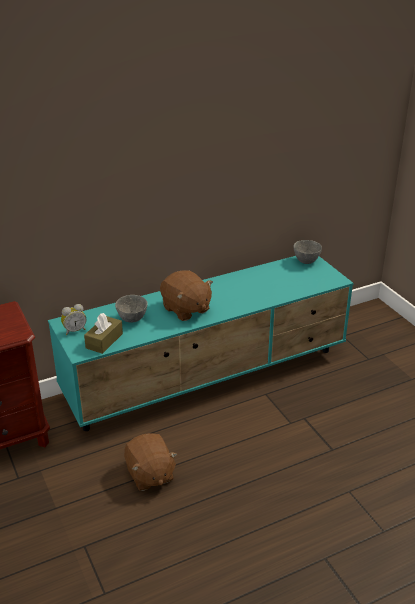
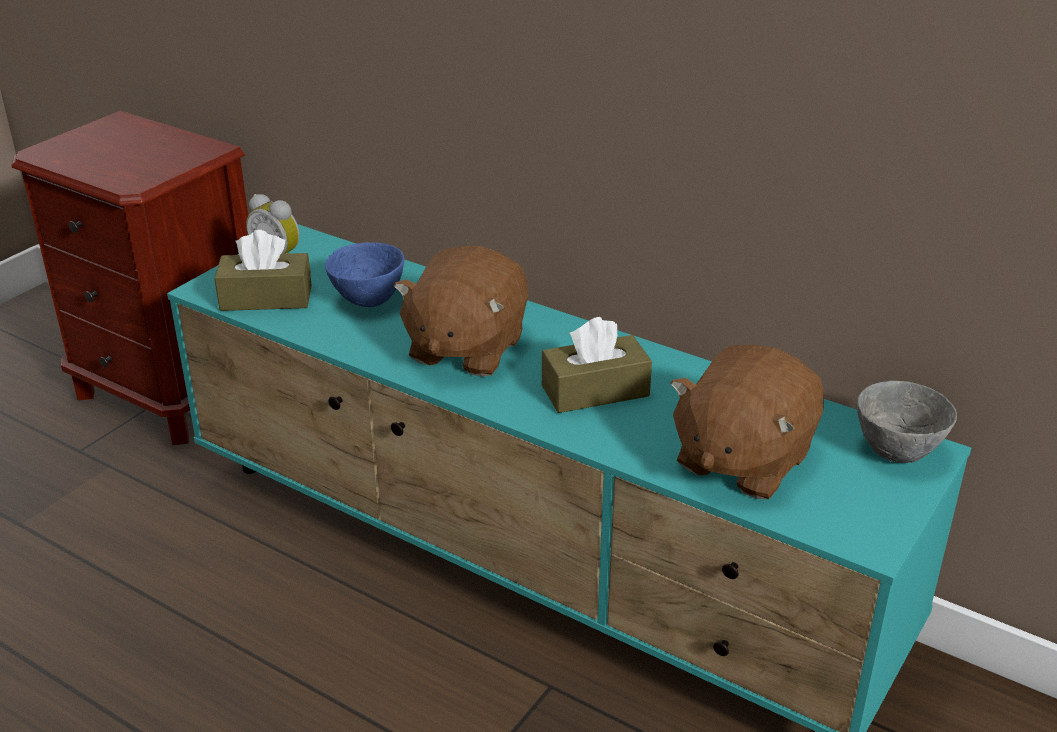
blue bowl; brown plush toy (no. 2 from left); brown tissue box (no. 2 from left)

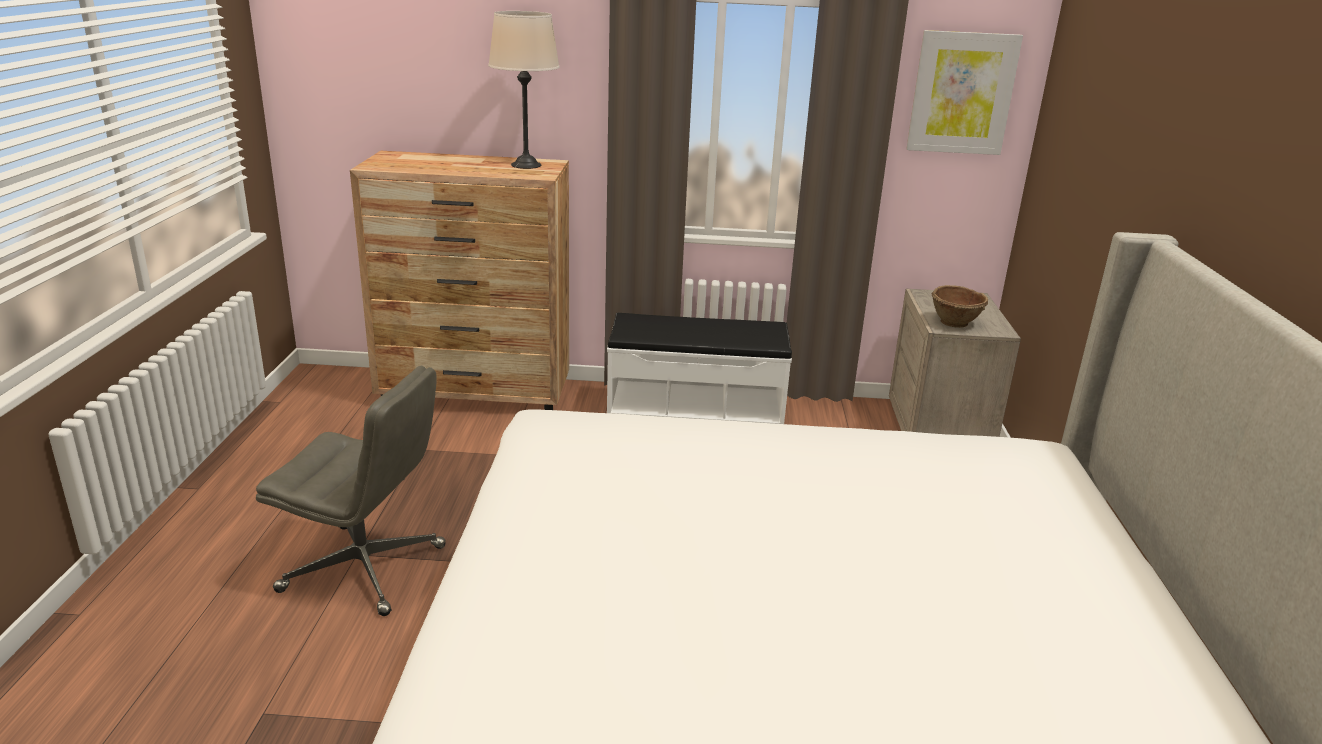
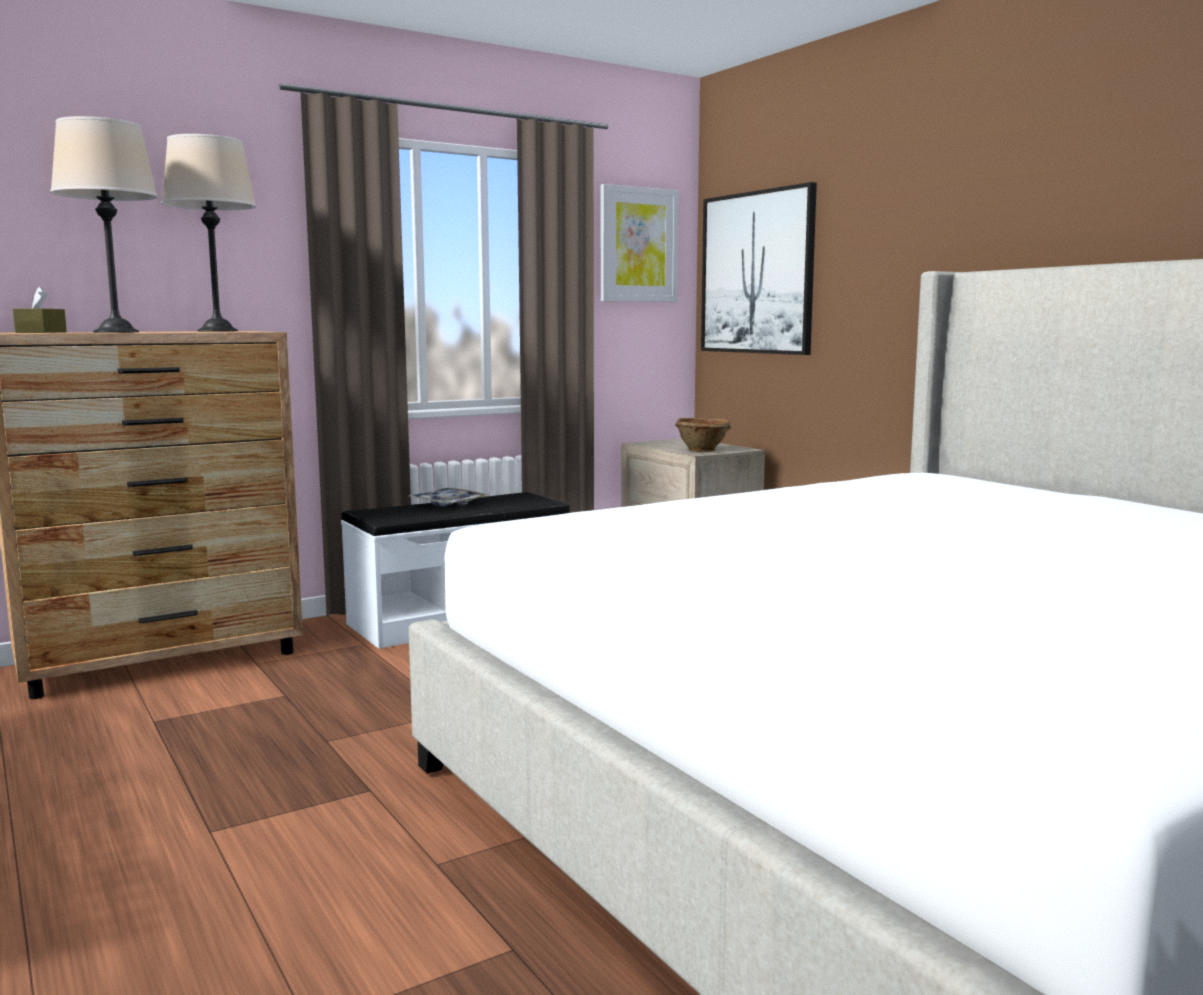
grey office chair; beige table lamp (no. 1 from left); picture (no. 2 from left); brown tissue box; tray

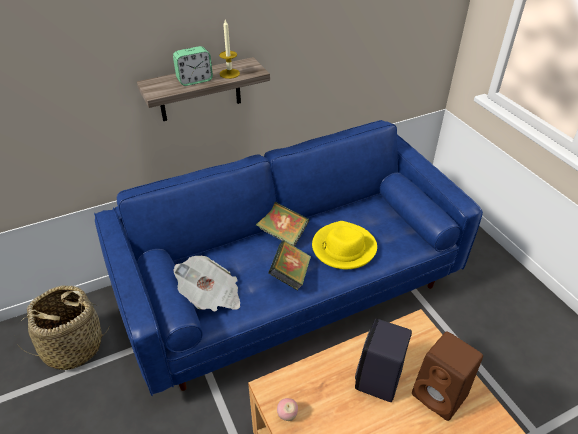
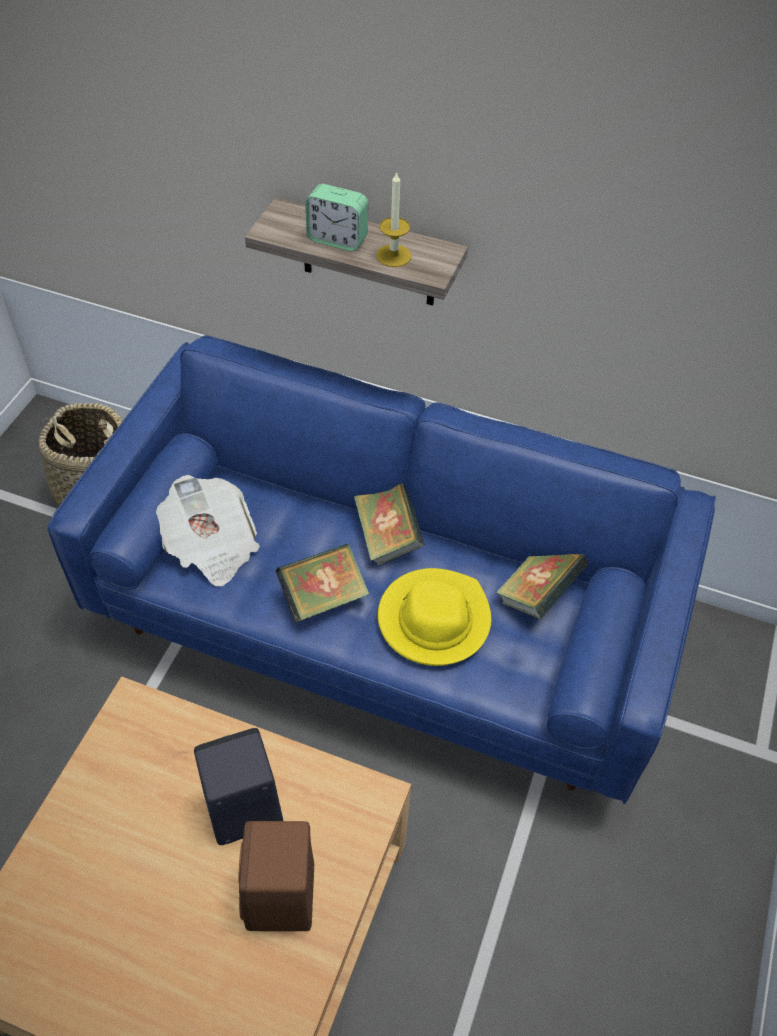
apple; book (no. 3 from left)

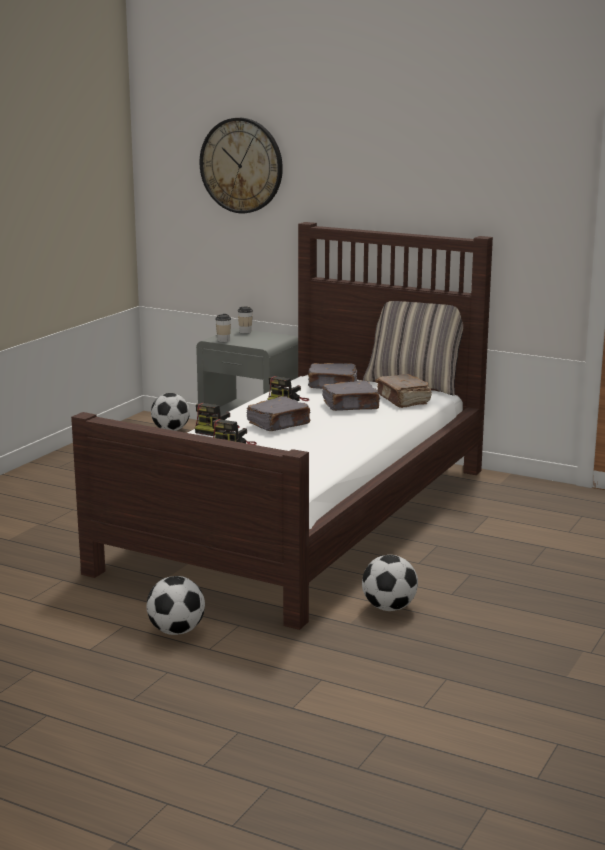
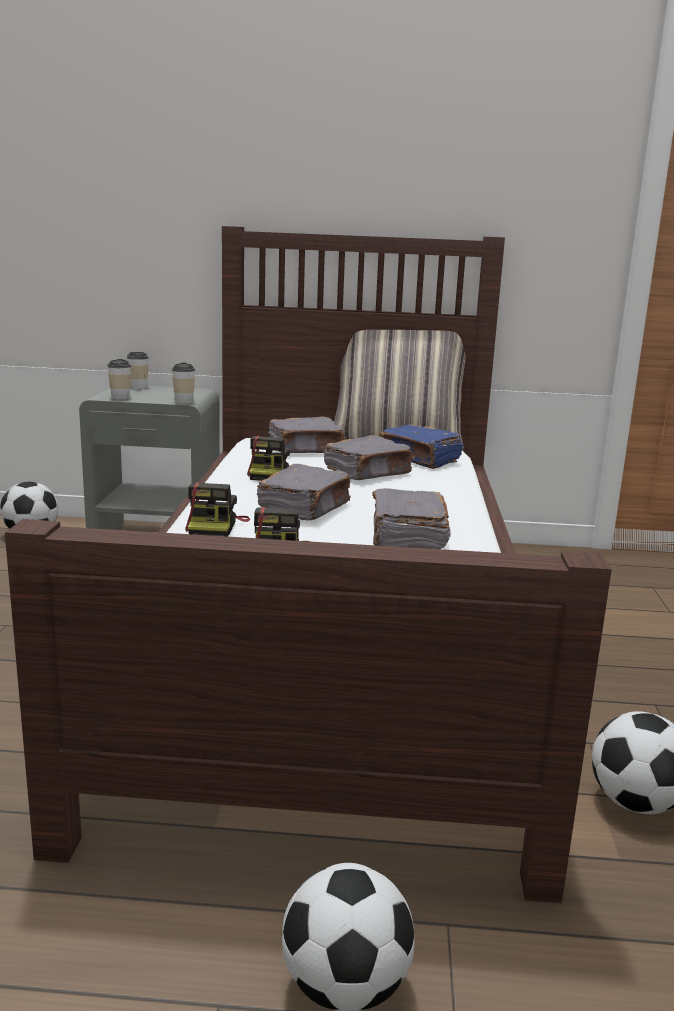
wall clock; blue book; cup (no. 3 from left); grey book (no. 4 from left)

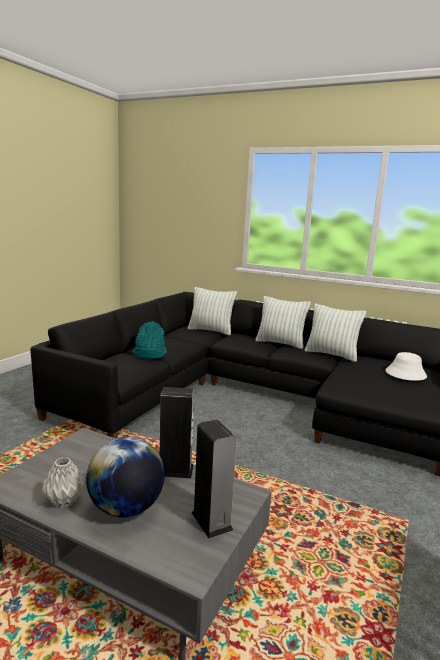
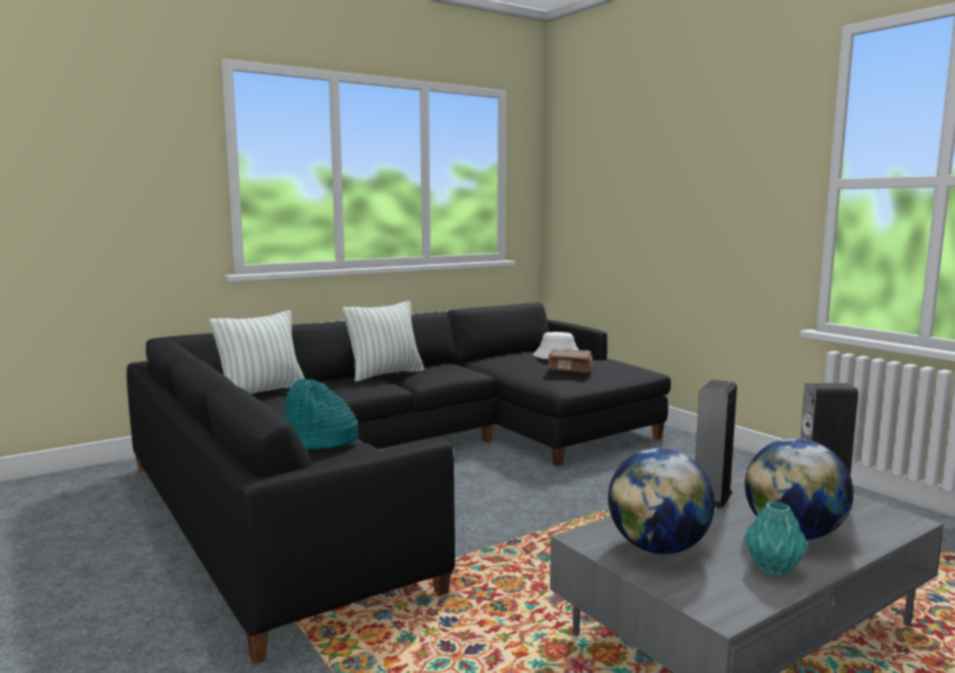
pillow (no. 3 from left in the first image); turquoise vase; brown book; globe (no. 1 from left)

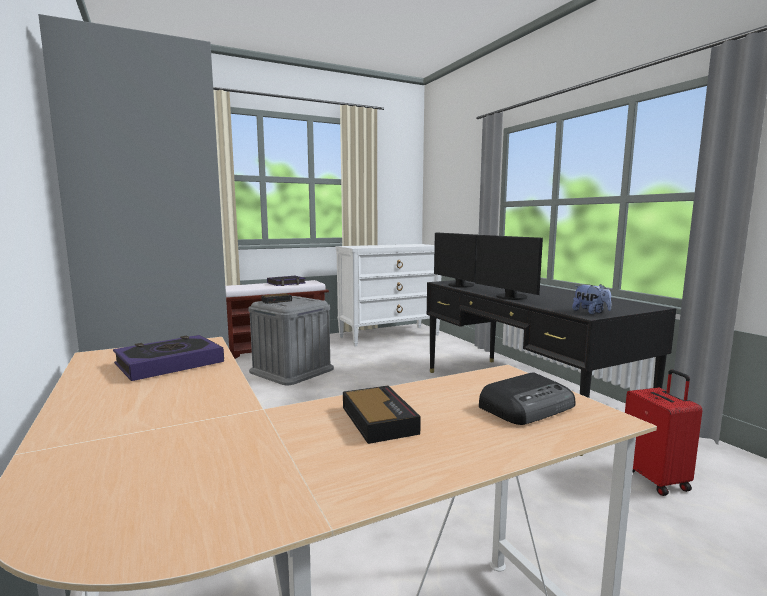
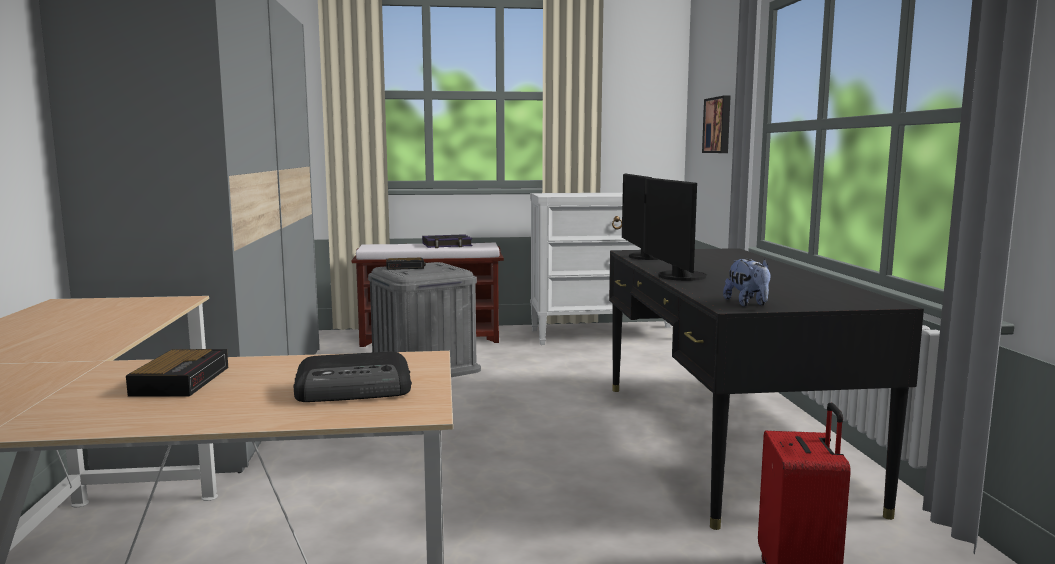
book (no. 1 from left in the first image); picture

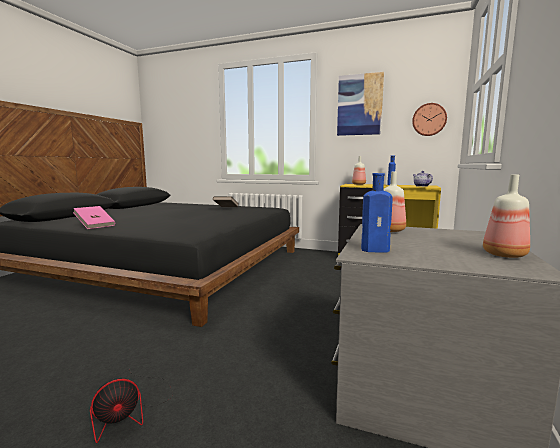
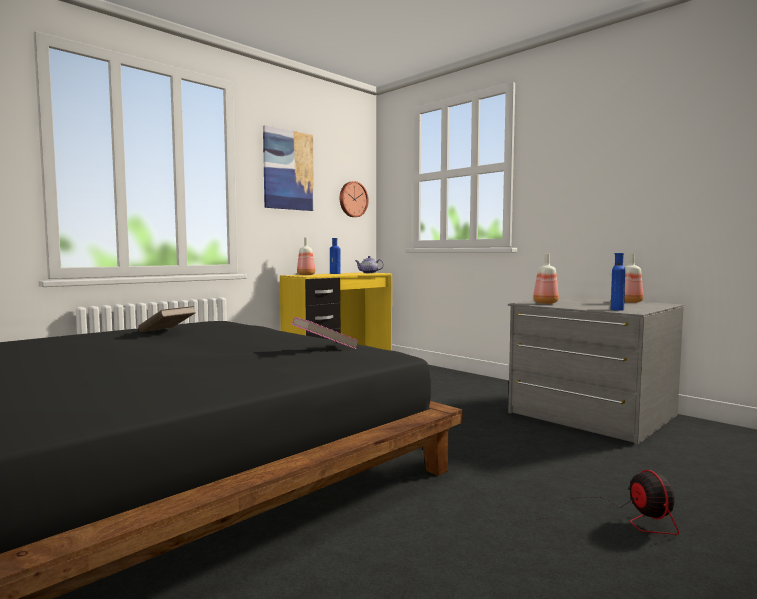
pink book

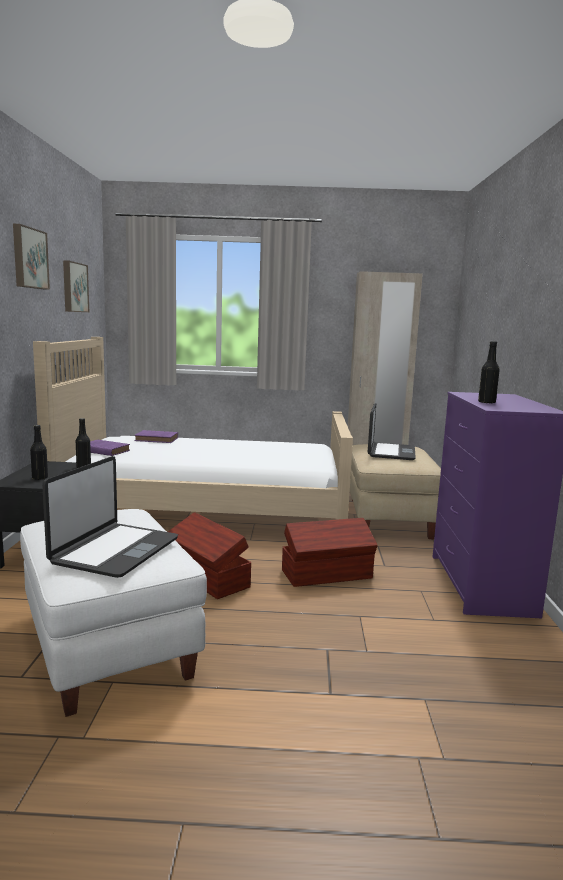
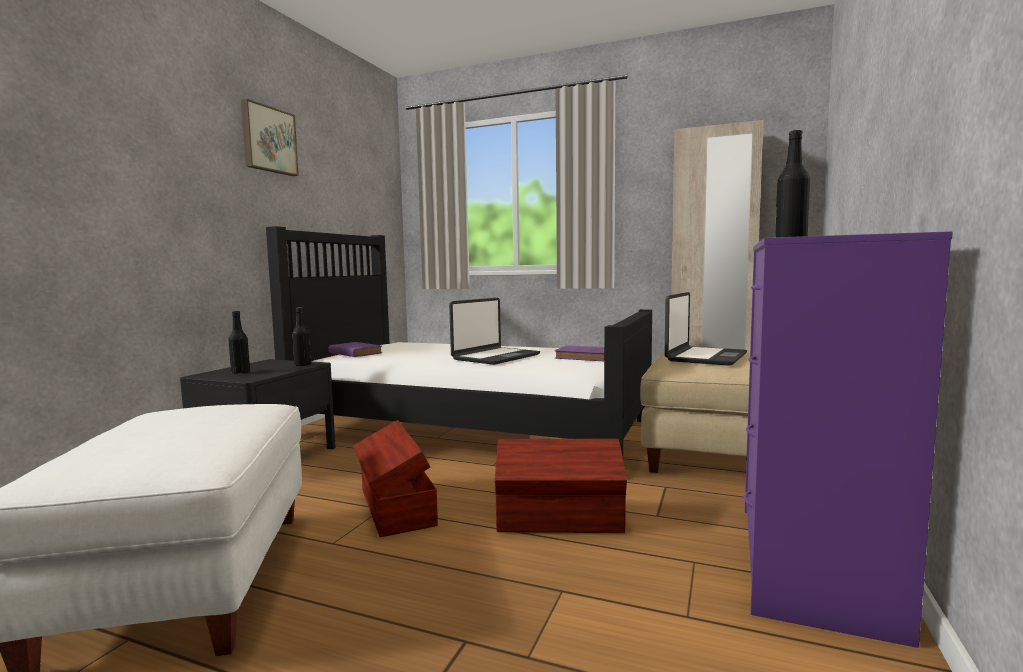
picture (no. 2 from left in the first image); black bed; purple book (no. 2 from left); laptop (no. 1 from left)

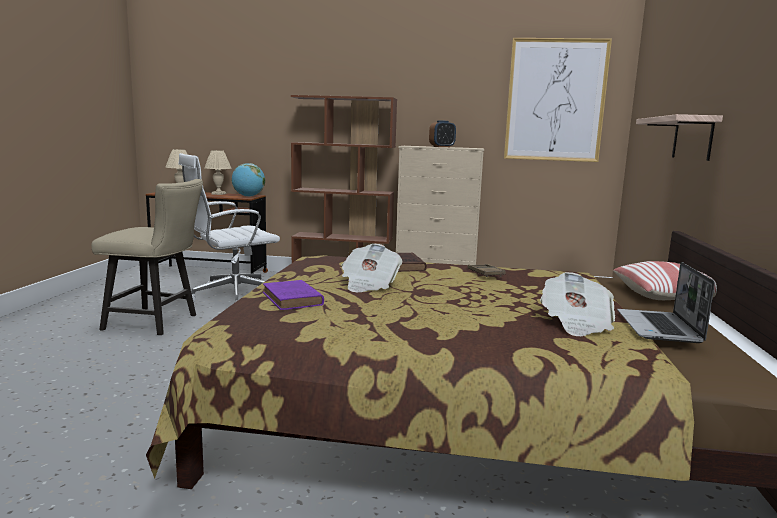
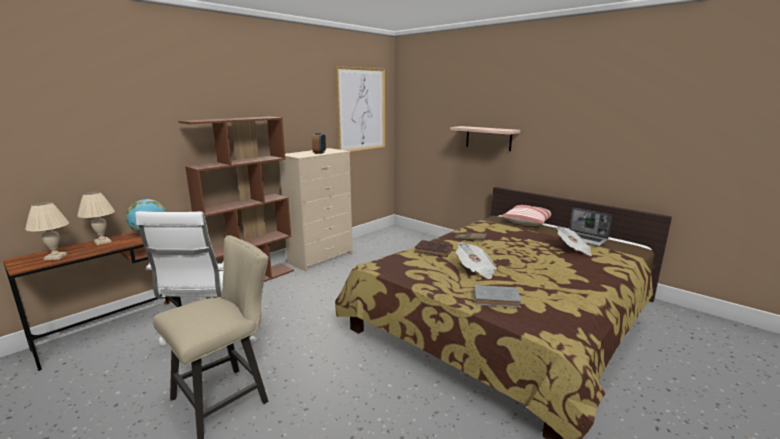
grey book

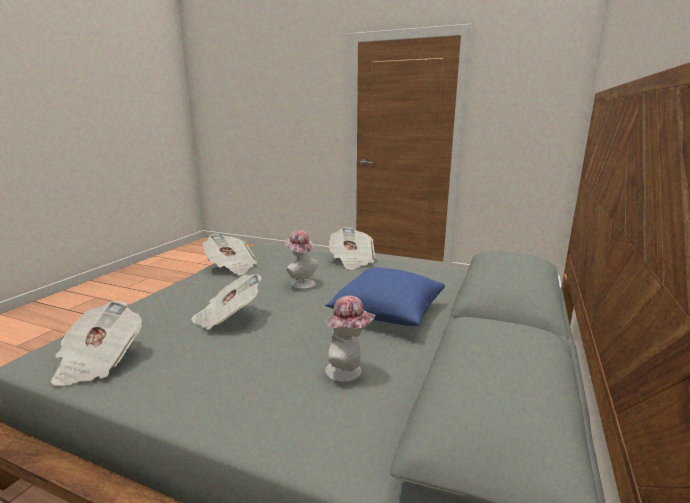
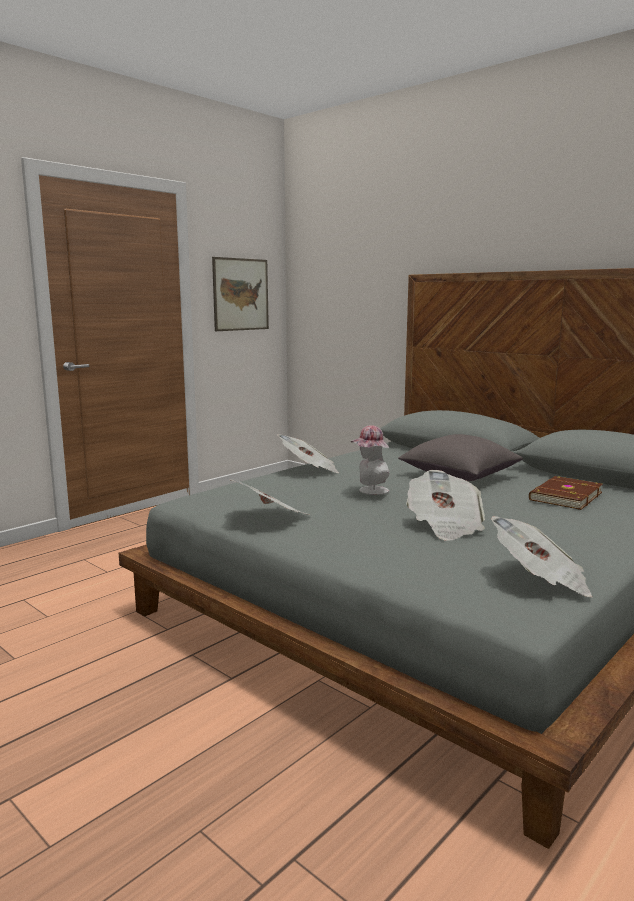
grey pillow; brown book; picture

